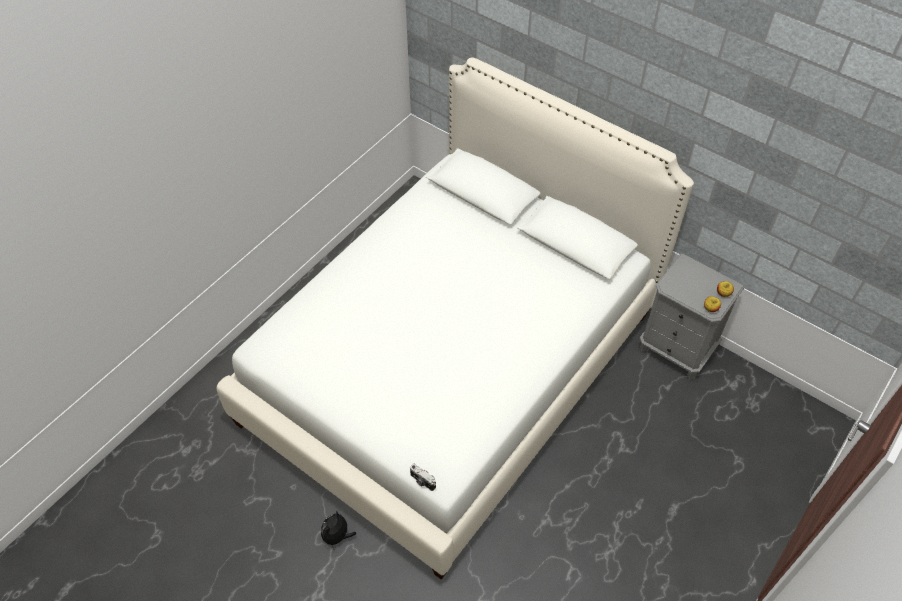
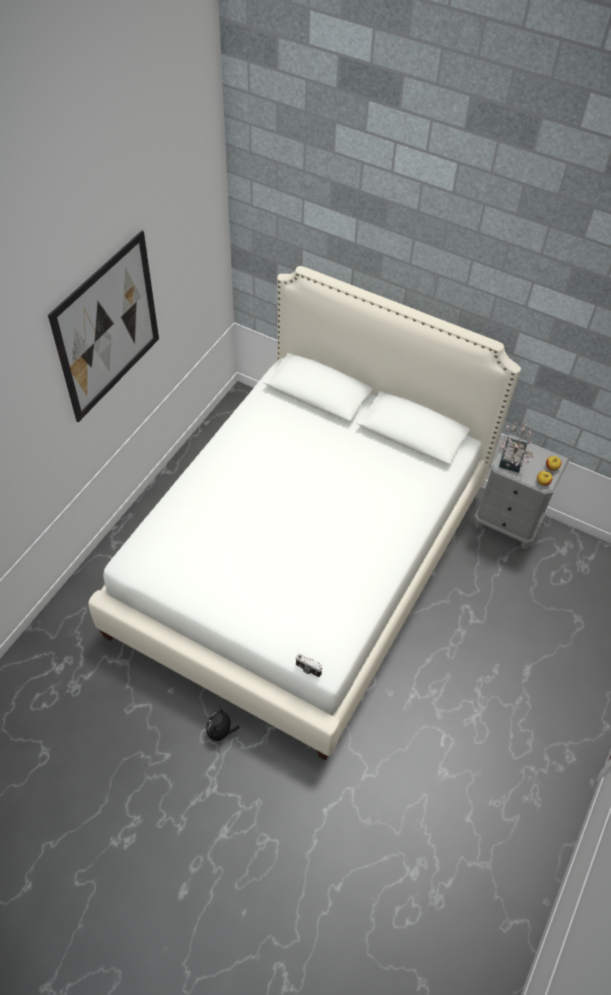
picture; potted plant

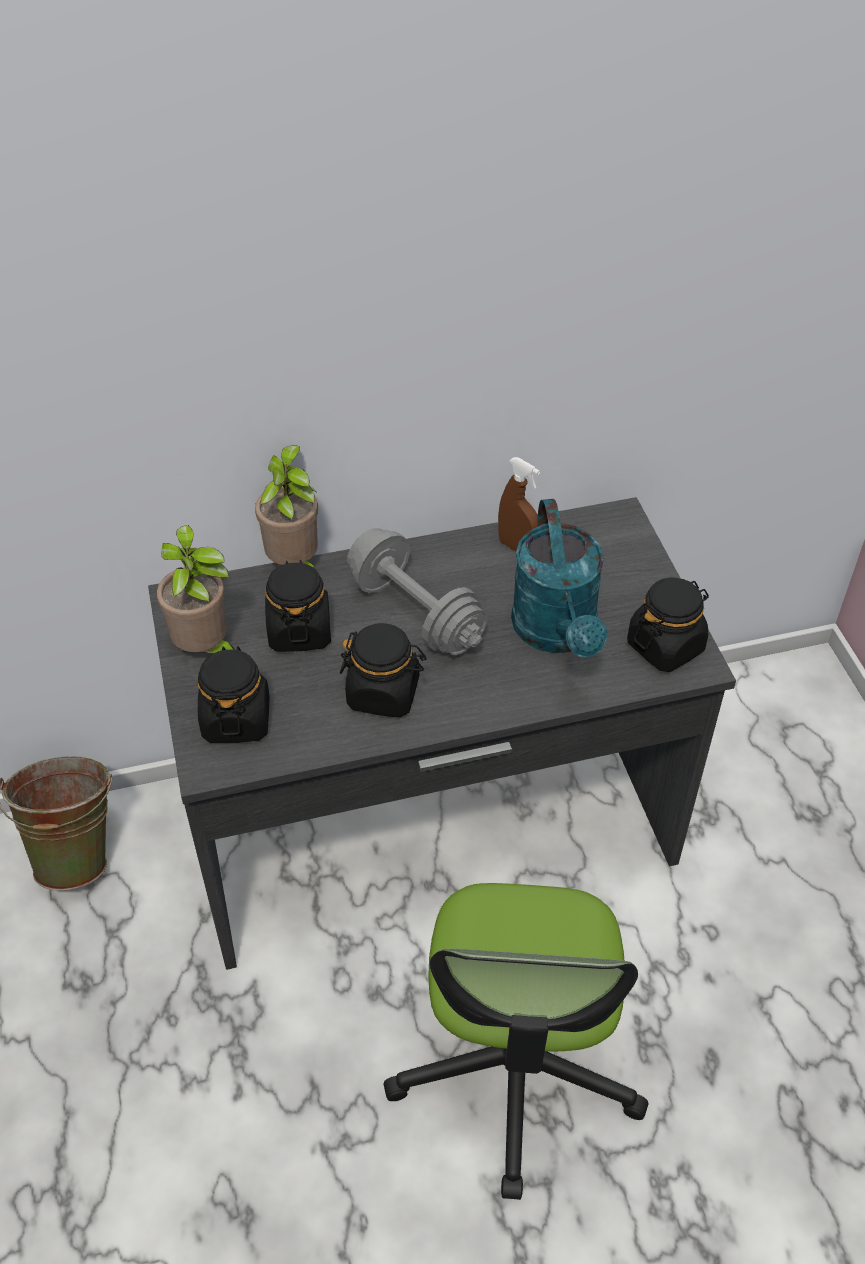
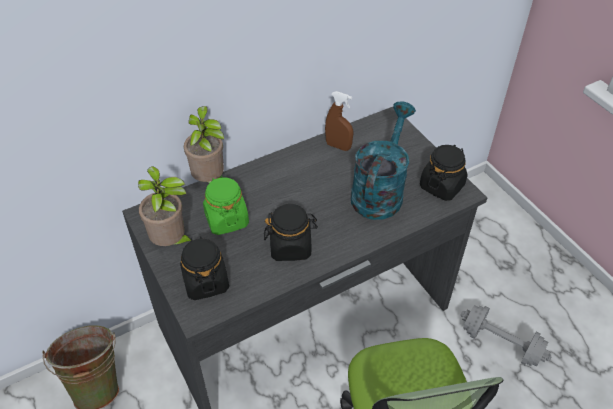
turquoise watering can; grey dumbbell; green jar

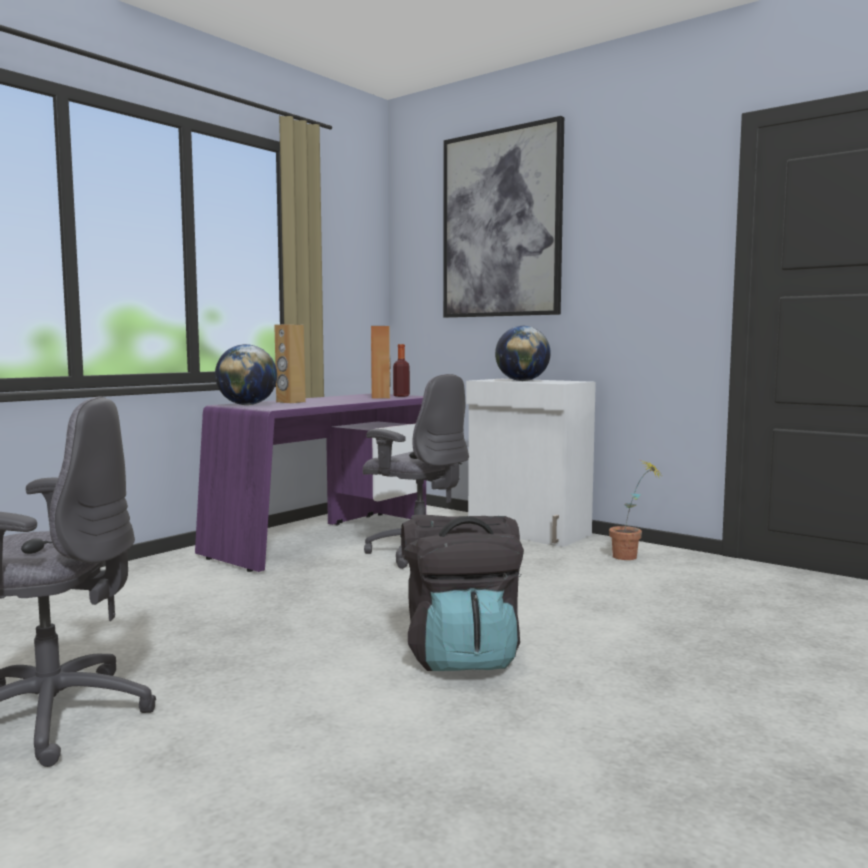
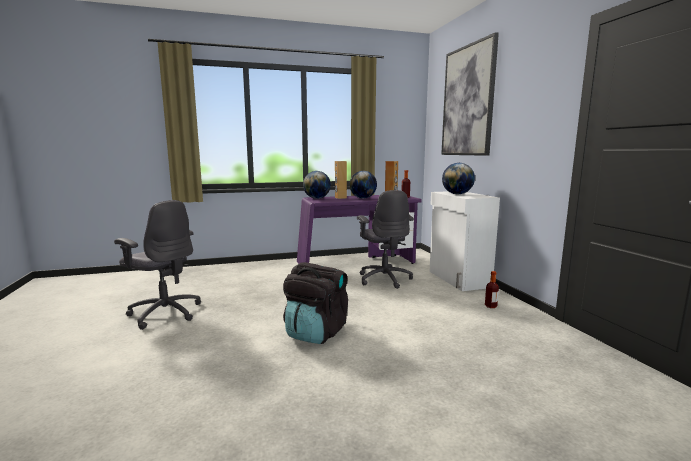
bottle (no. 2 from left); globe (no. 2 from left)

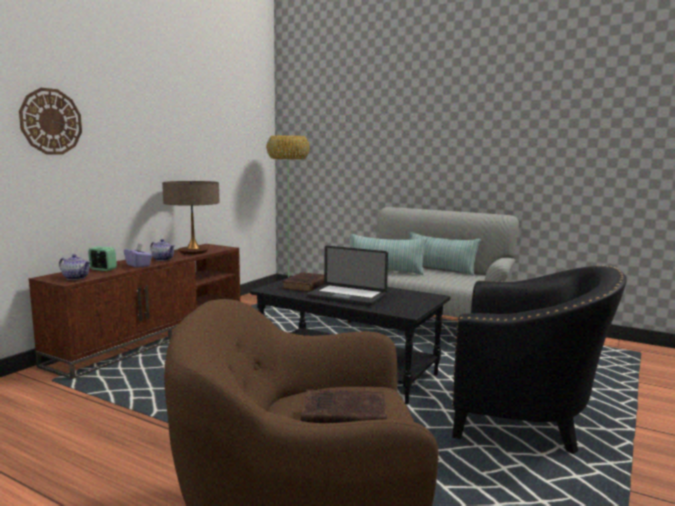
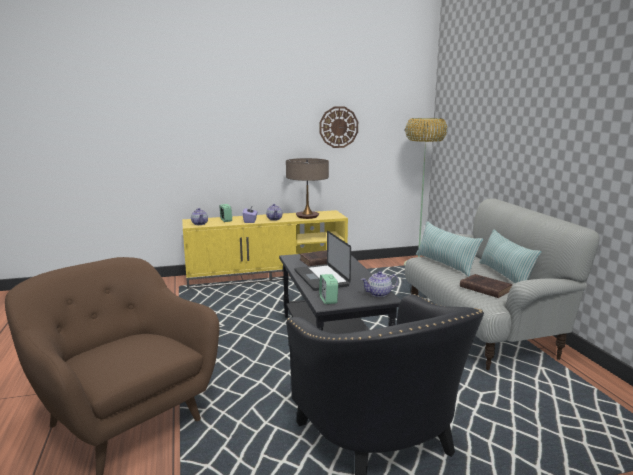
wall clock; yellow tv stand; brown book (no. 2 from left); teapot (no. 3 from left); alarm clock (no. 2 from left)

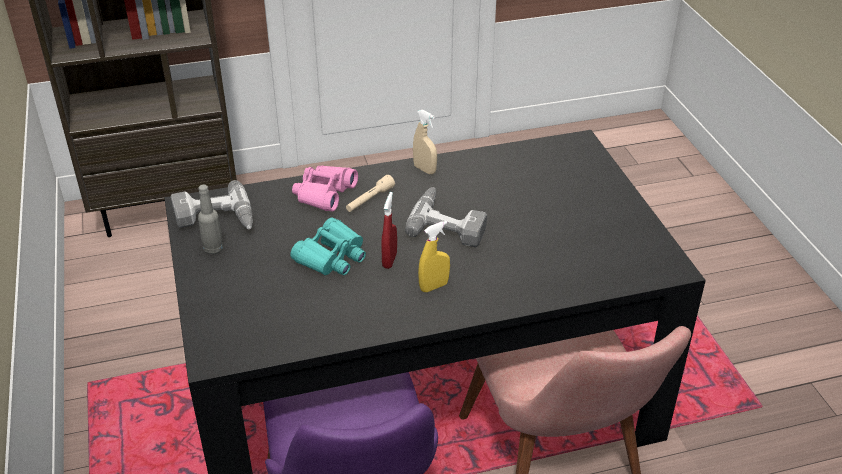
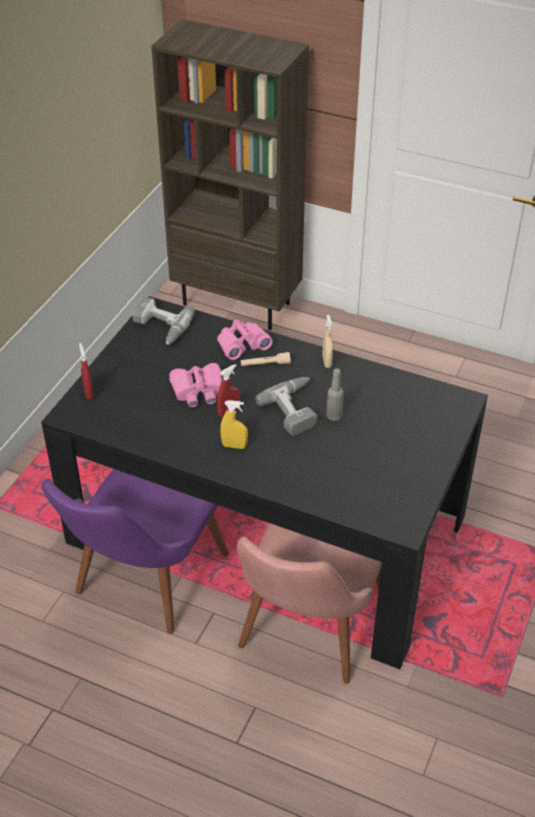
grey bottle; pink binoculars (no. 1 from left); red spray bottle (no. 1 from left)

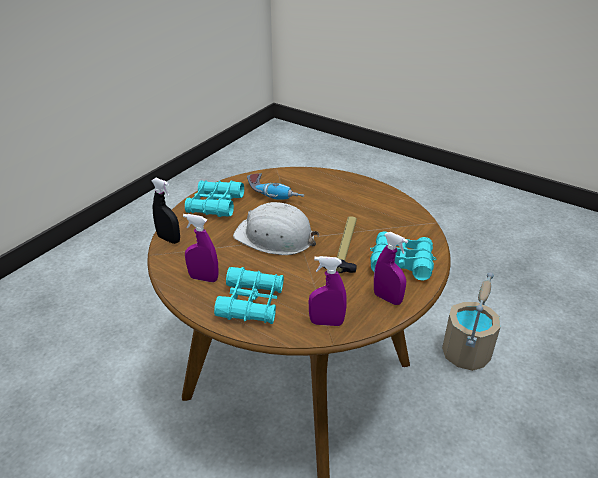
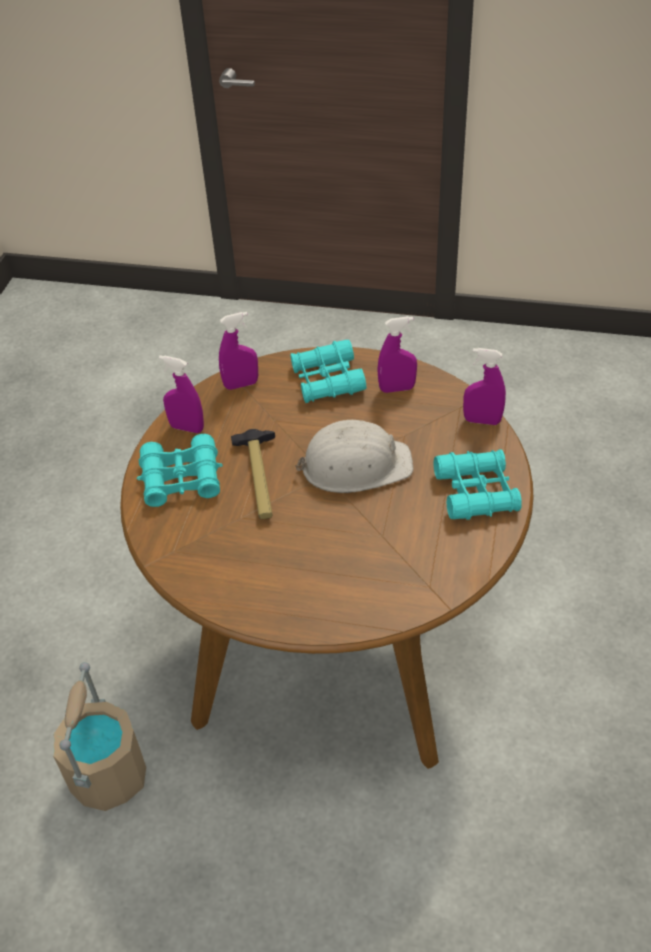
power drill; purple spray bottle (no. 4 from left)

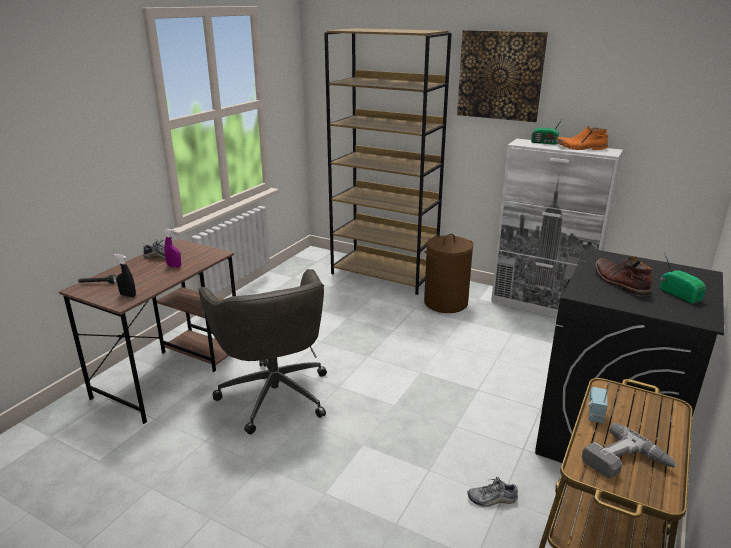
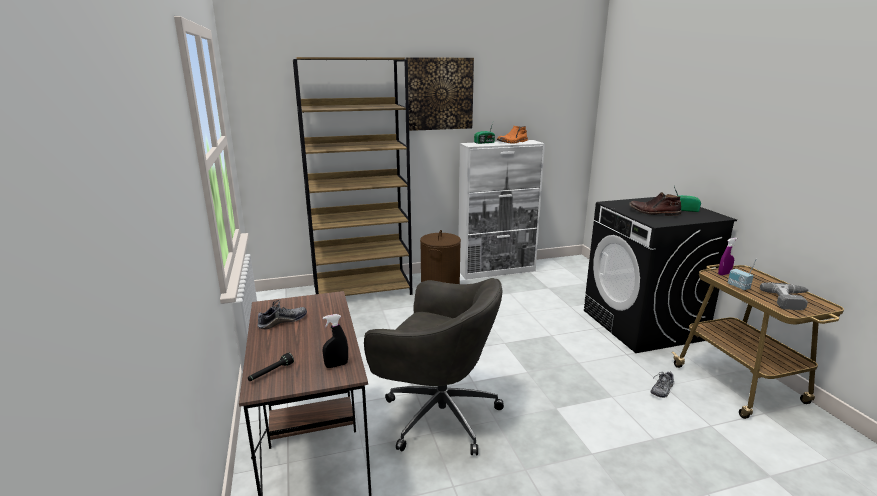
purple spray bottle

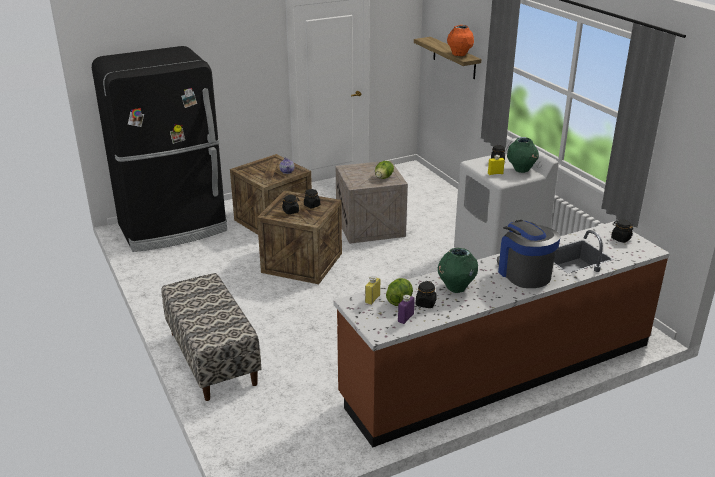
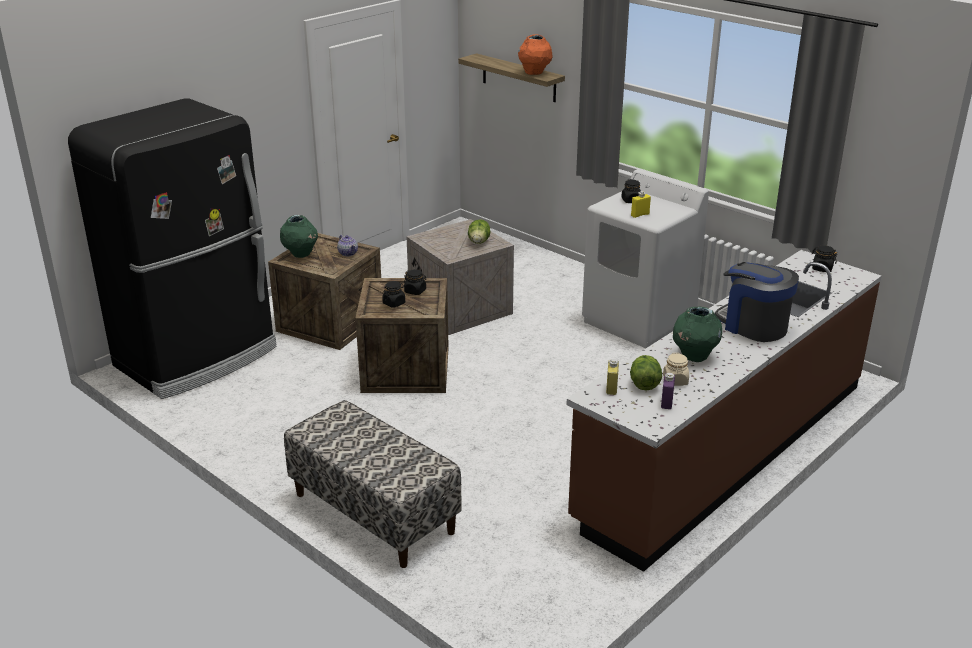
green vase (no. 1 from left); beige jar

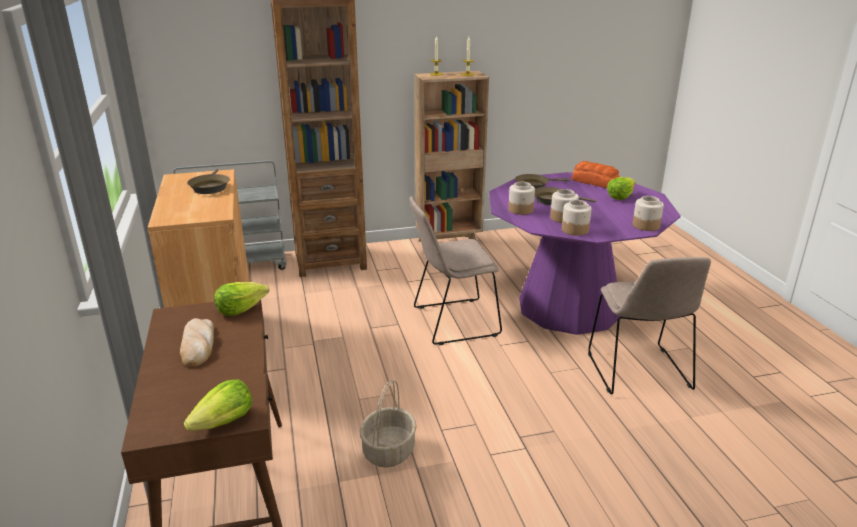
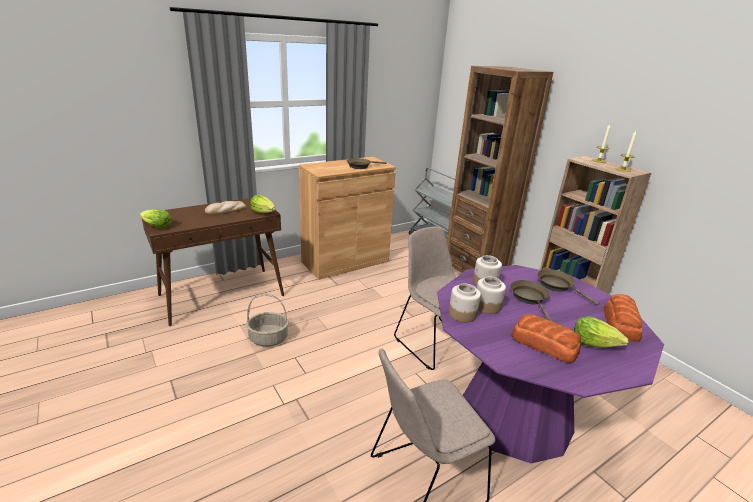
jar (no. 4 from left in the first image); bread (no. 2 from left)

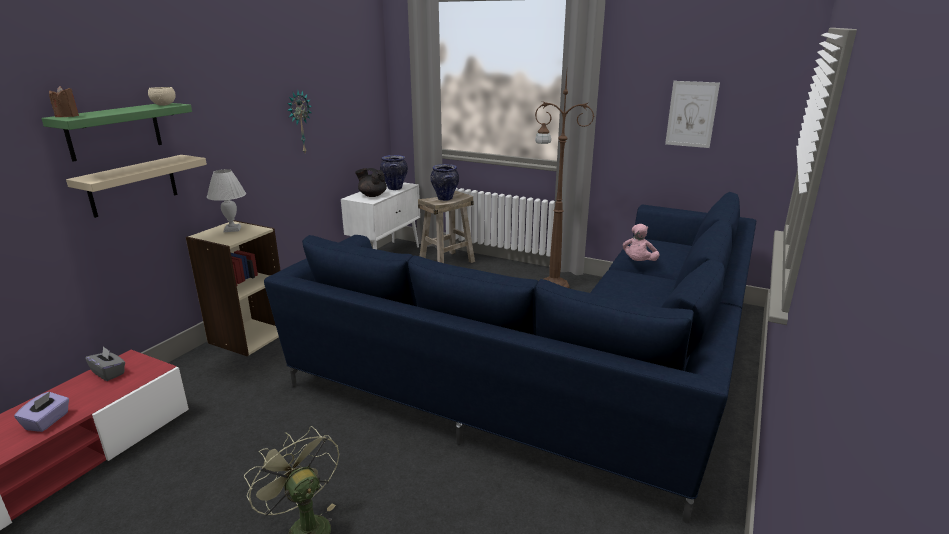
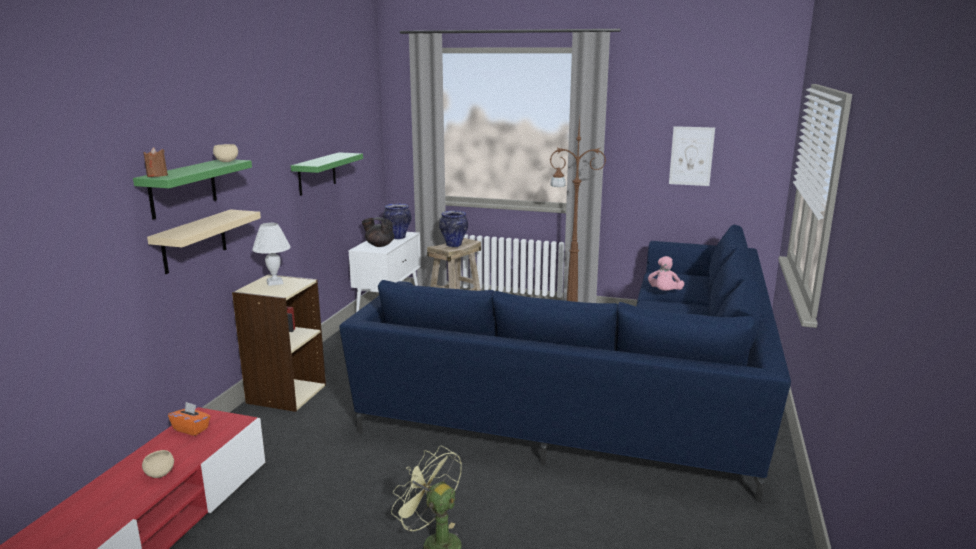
green shelf (no. 2 from left); orange tissue box; beige bowl (no. 1 from left)

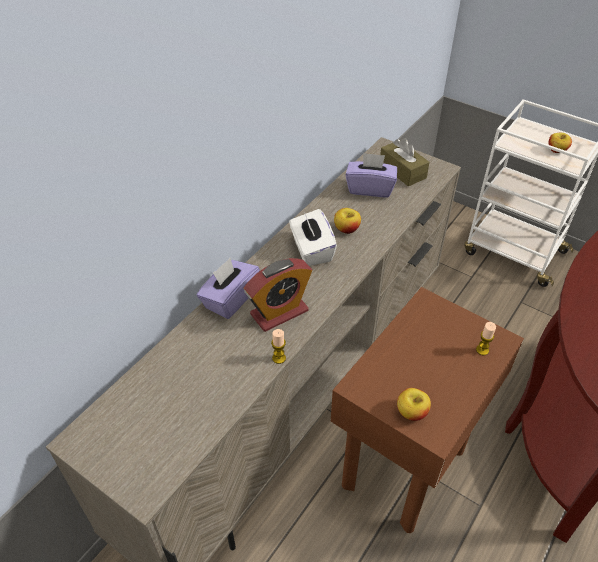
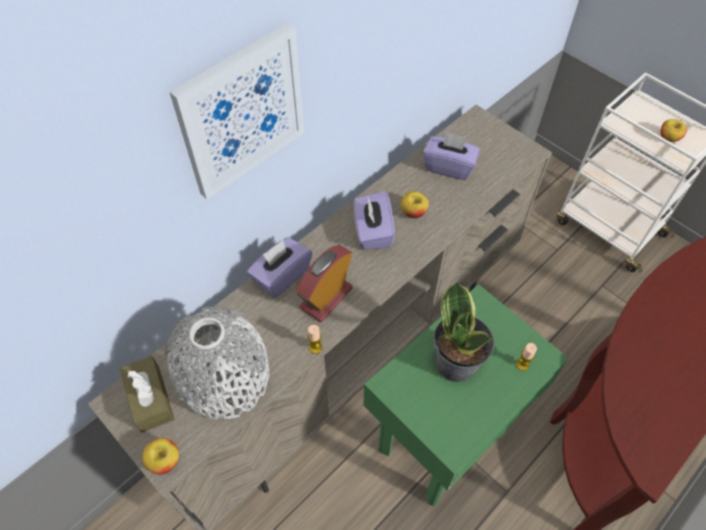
brown tissue box; purple tissue box (no. 2 from left); alarm clock; green side table; apple (no. 1 from left); picture; potted plant; grey vase

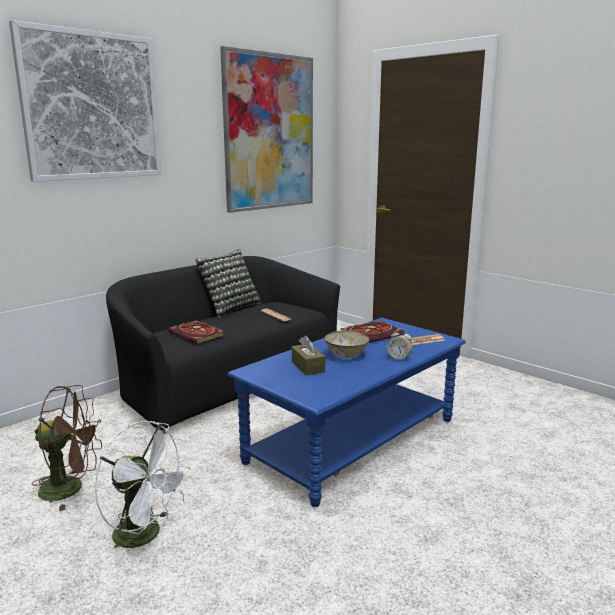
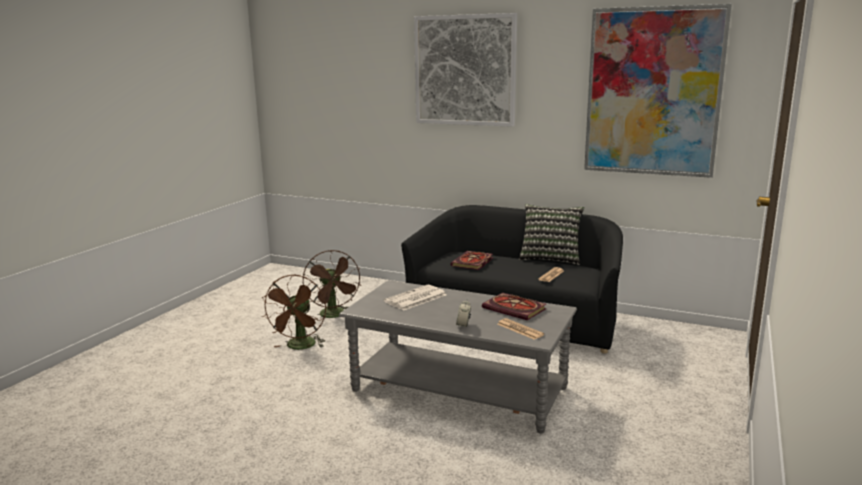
grey coffee table; bowl; newspaper (no. 1 from left); brown fan (no. 1 from left)

